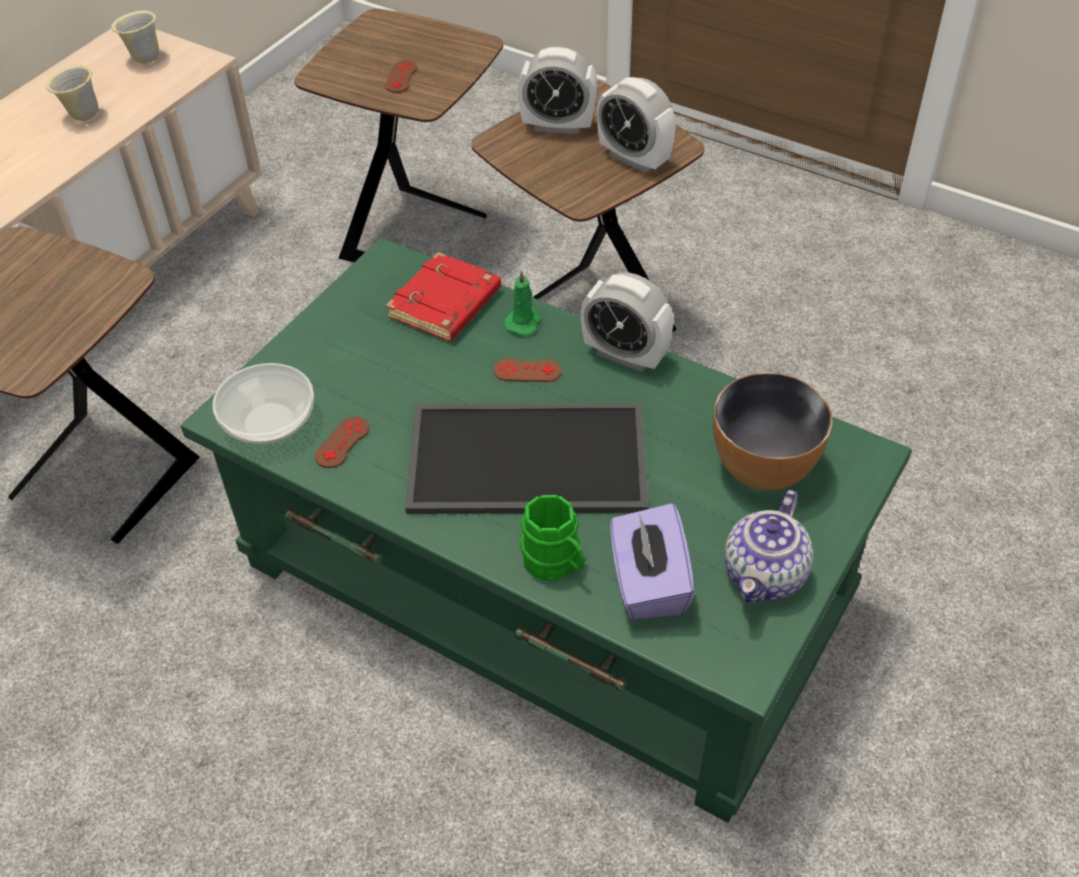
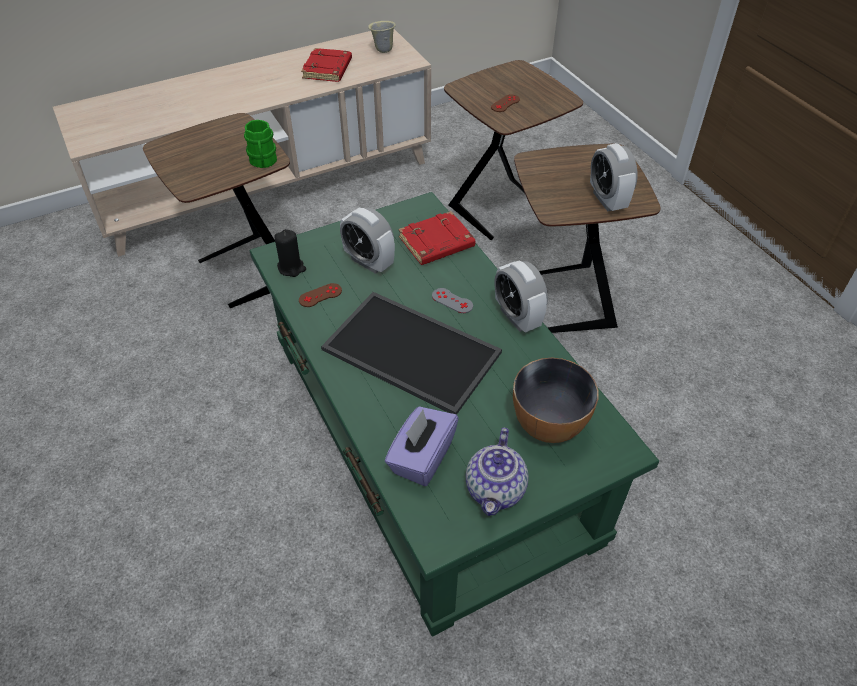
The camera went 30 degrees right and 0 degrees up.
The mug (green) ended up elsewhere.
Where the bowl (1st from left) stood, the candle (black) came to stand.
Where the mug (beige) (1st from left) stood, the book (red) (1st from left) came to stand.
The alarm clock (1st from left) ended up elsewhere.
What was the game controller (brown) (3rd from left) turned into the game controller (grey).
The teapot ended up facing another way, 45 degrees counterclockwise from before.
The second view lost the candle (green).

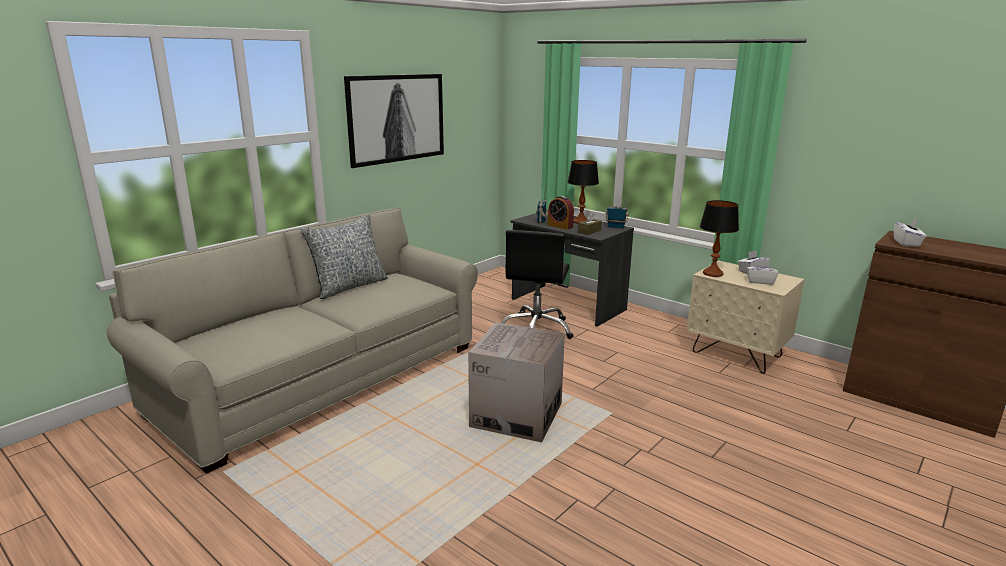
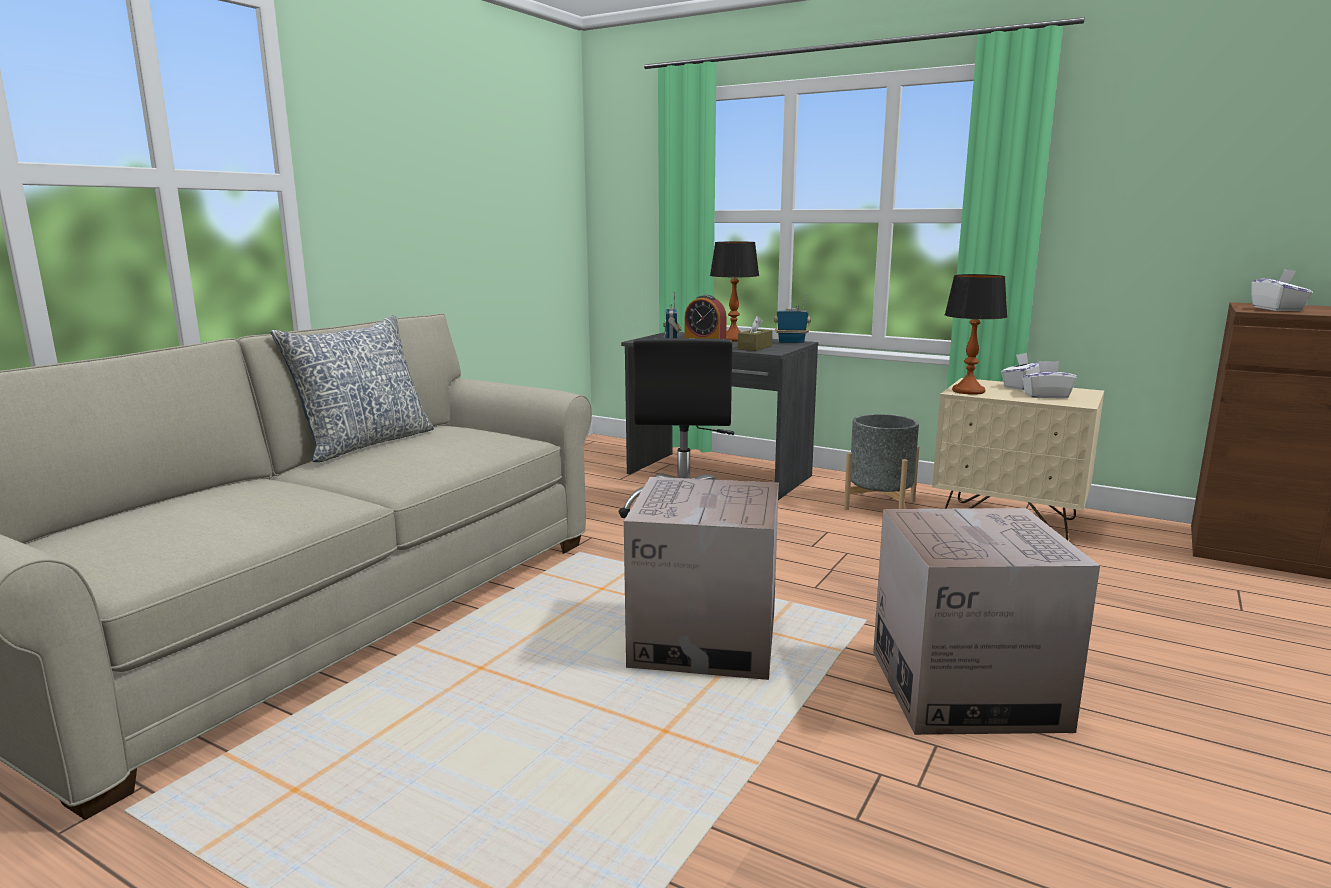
The camera went 10 degrees left and 5 degrees down.
The second view gained the planter (grey).
The second view gained the cardboard box (2nd from left).
The second view lost the picture.

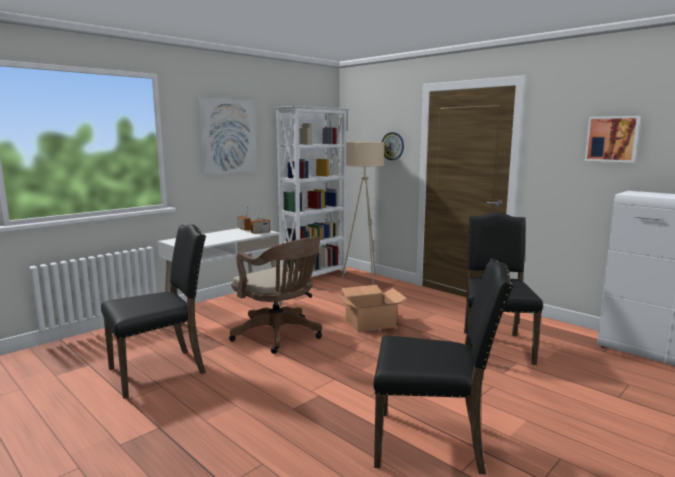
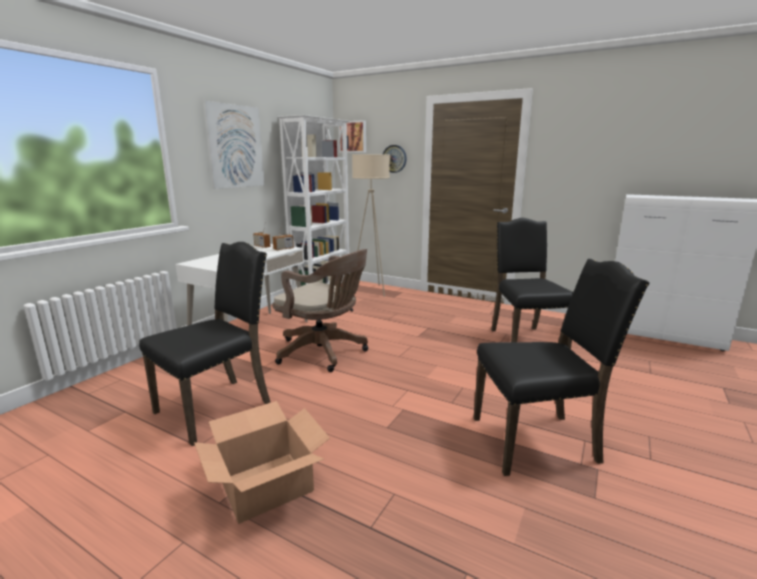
The camera went 15 degrees left and 5 degrees up.
The cardboard box ended up elsewhere.
The picture (2nd from left) ended up elsewhere.

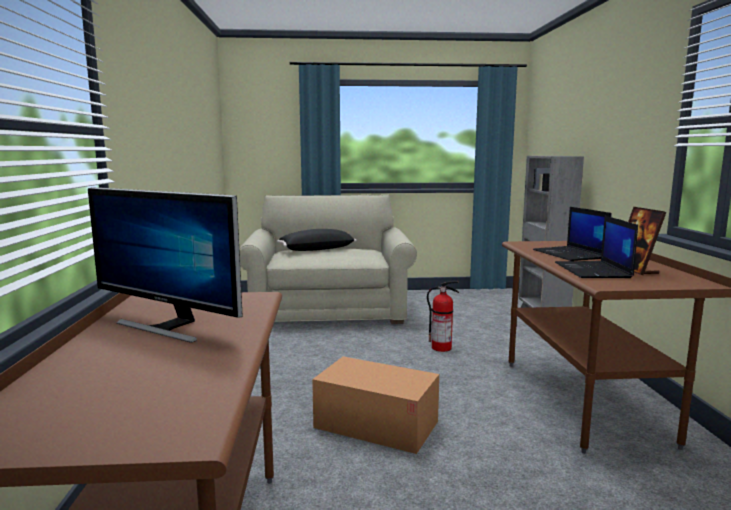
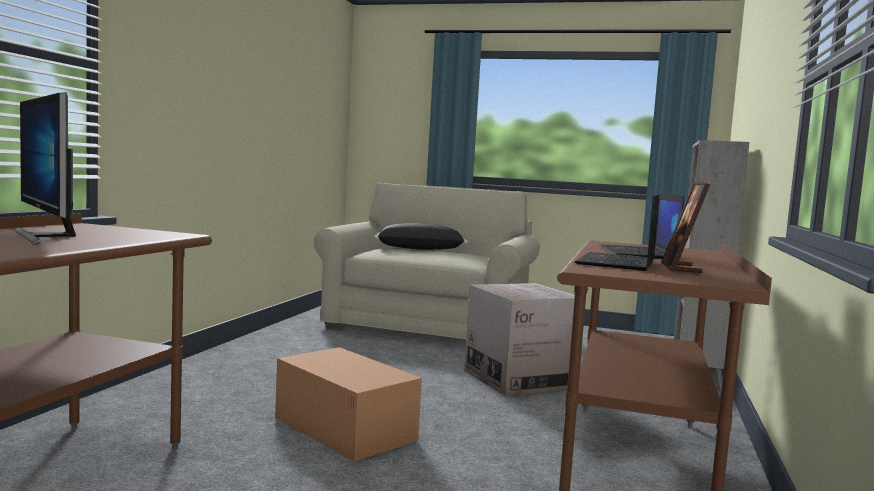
The camera went 20 degrees right and 5 degrees down.
Where the fire extinguisher stood, the cardboard box (2nd from left) came to stand.

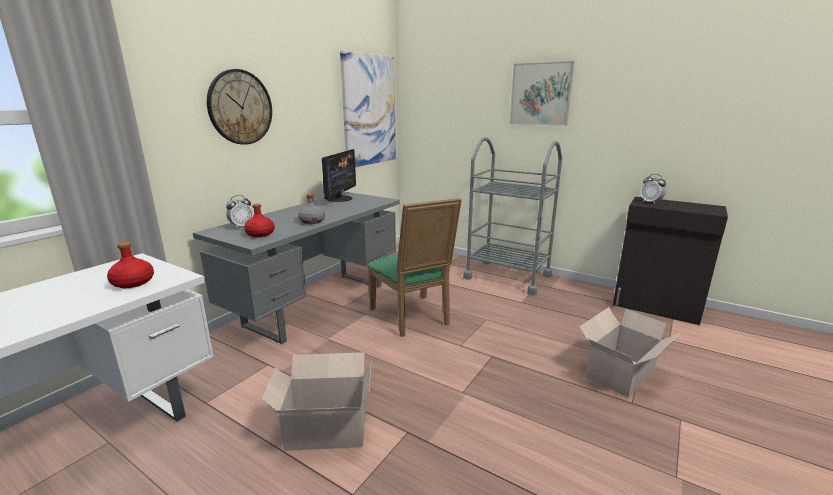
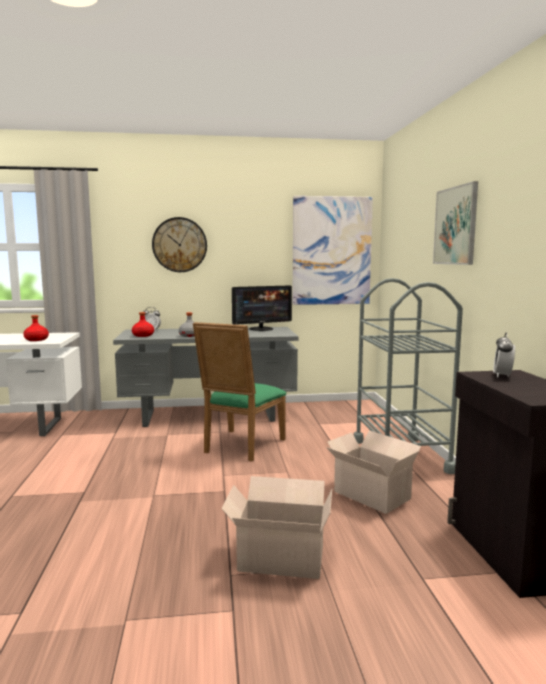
The camera went 50 degrees right and 10 degrees down.
The cardboard box (1st from left in the first image) ended up elsewhere.

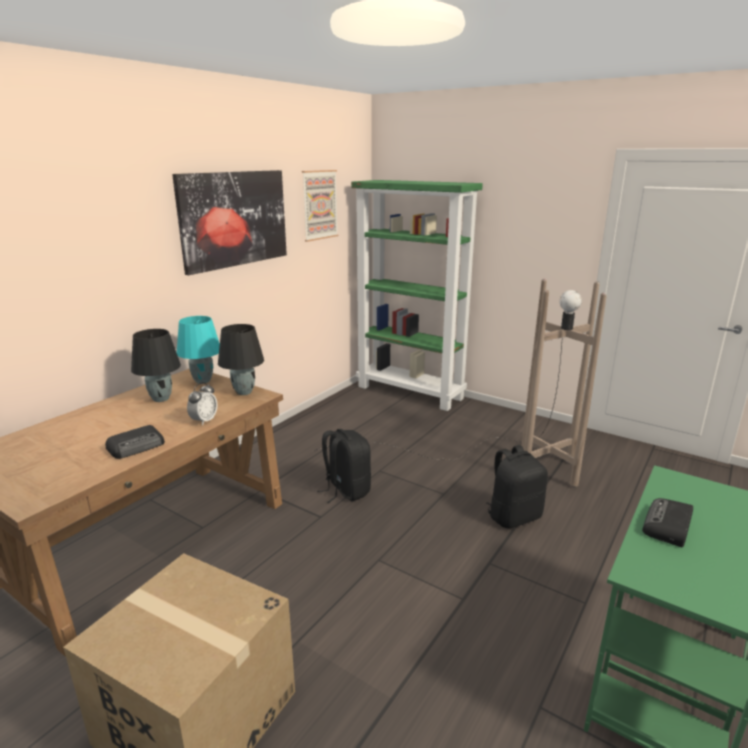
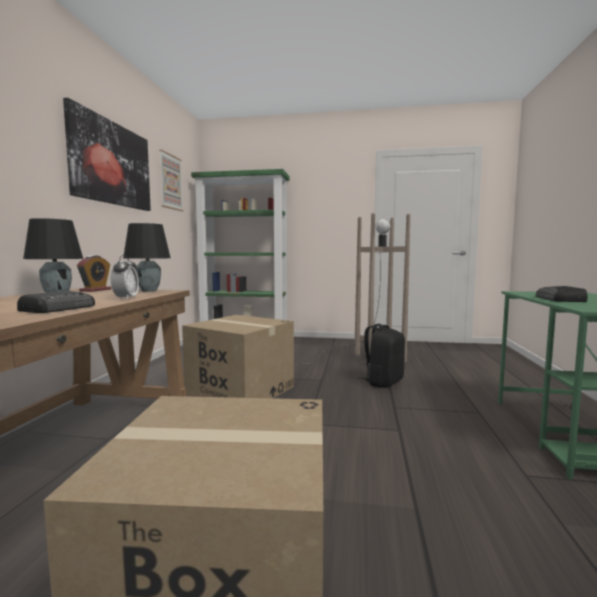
The camera went 25 degrees left and 15 degrees down.
Where the table lamp (turquoise) stood, the alarm clock (1st from left) came to stand.
Where the backpack (black) (1st from left) stood, the cardboard box (2nd from left) came to stand.

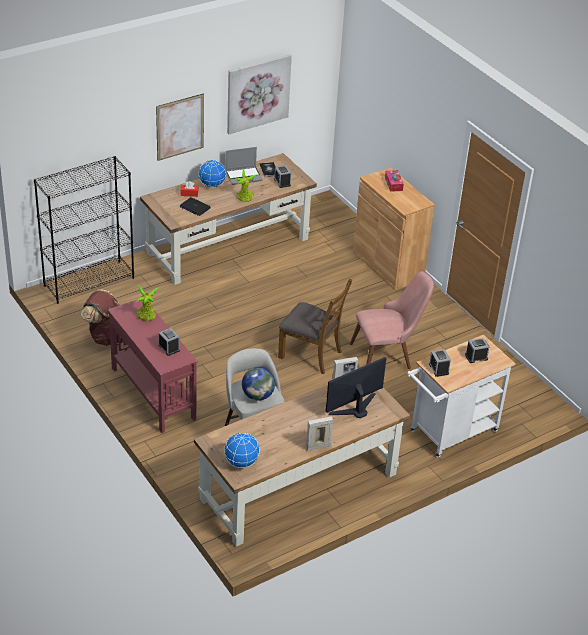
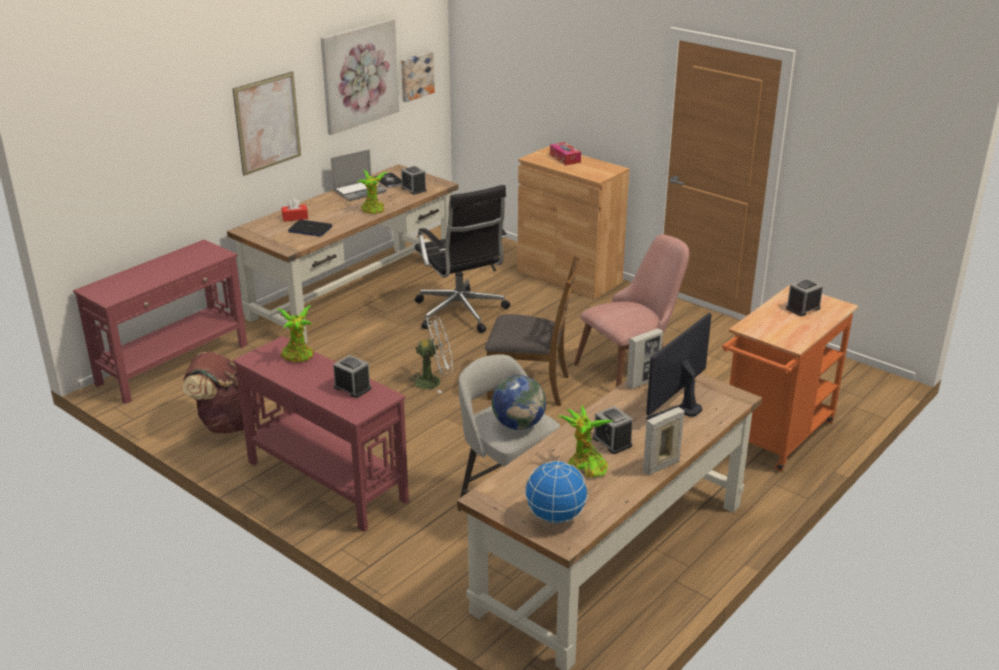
The camera went 15 degrees left and 10 degrees down.
Where the bookcase (black) stood, the console table (red) (1st from left) came to stand.
The second view gained the picture (3rd from left).
The second view gained the fan (white).
The second view gained the office chair (black).
The second view gained the potted plant (3rd from left).
The alarm clock (3rd from left) ended up elsewhere.
What was the cart (white) turned into the cart (orange).
The second view lost the globe (1st from left).

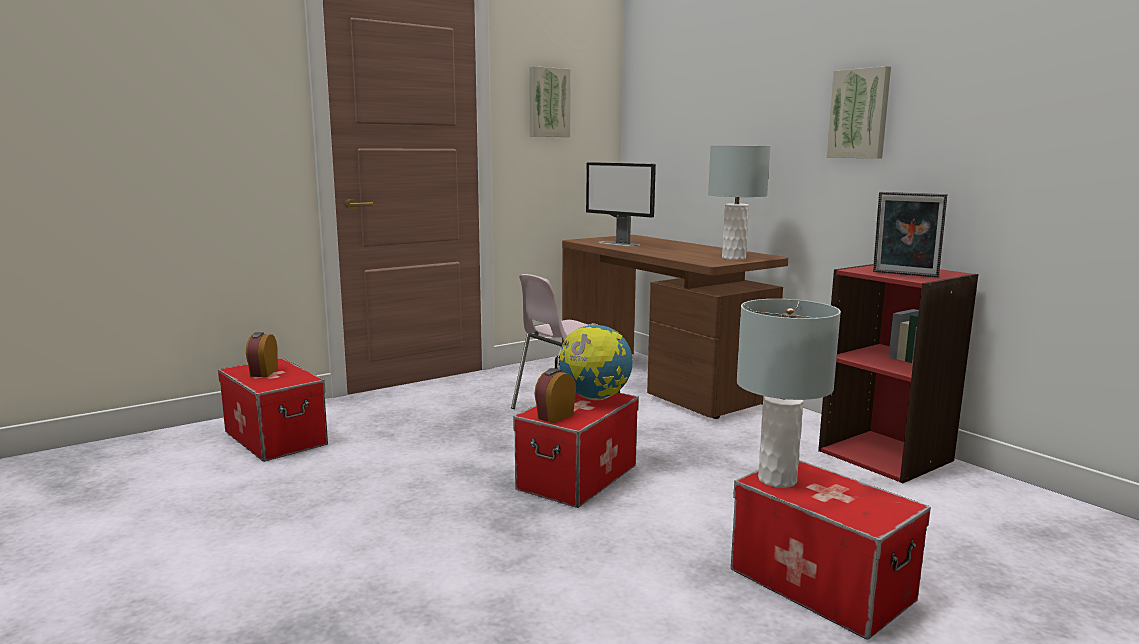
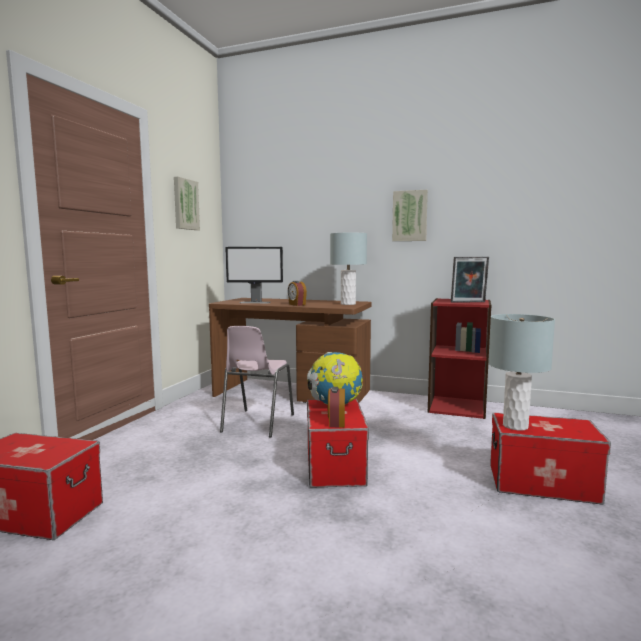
The camera went 35 degrees left and 5 degrees down.
The alarm clock (1st from left) ended up elsewhere.

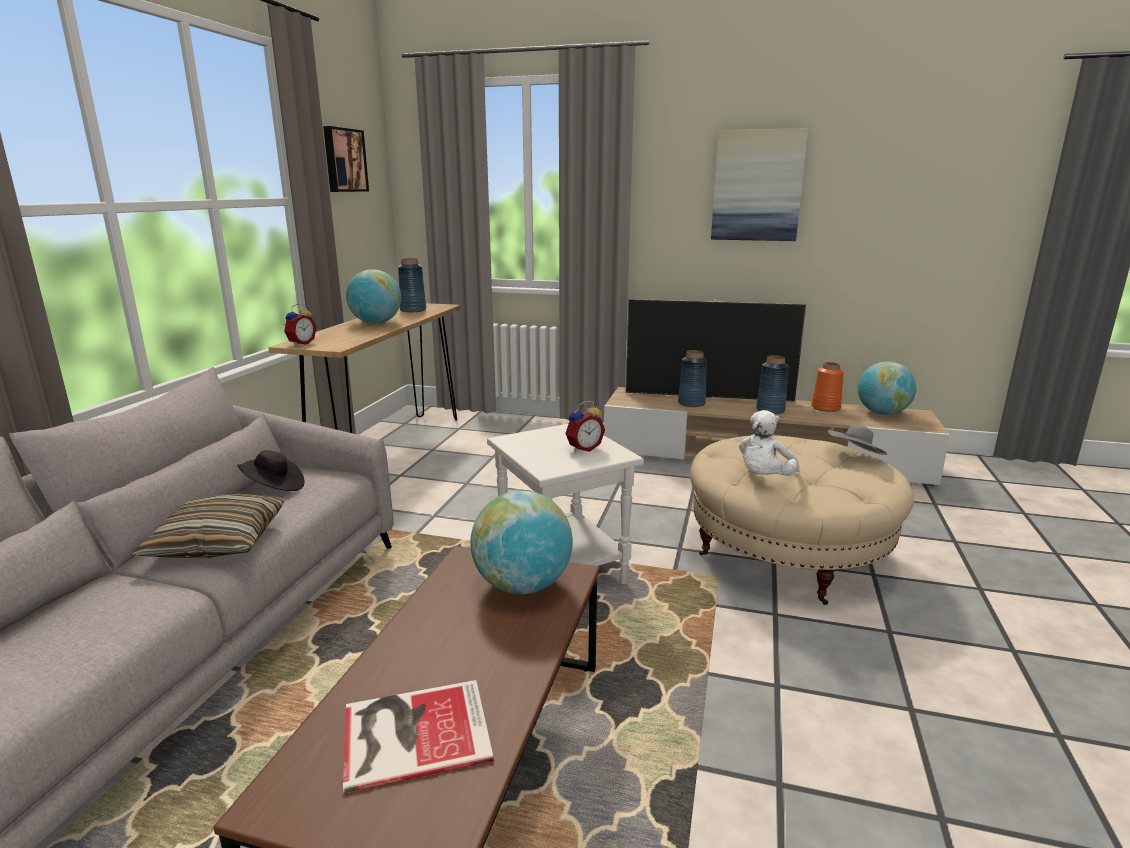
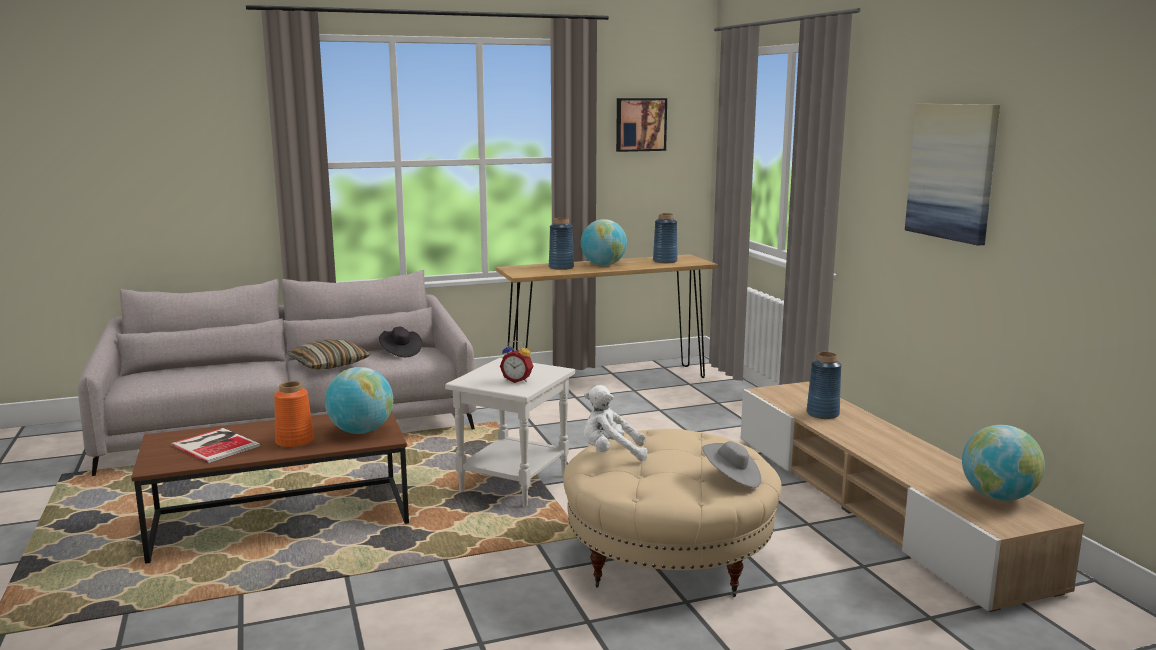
The camera went 55 degrees right and 5 degrees down.
The vase (orange) ended up elsewhere.
The vase (blue) (3rd from left in the first image) ended up elsewhere.
The second view lost the alarm clock (1st from left).
The second view lost the television.

